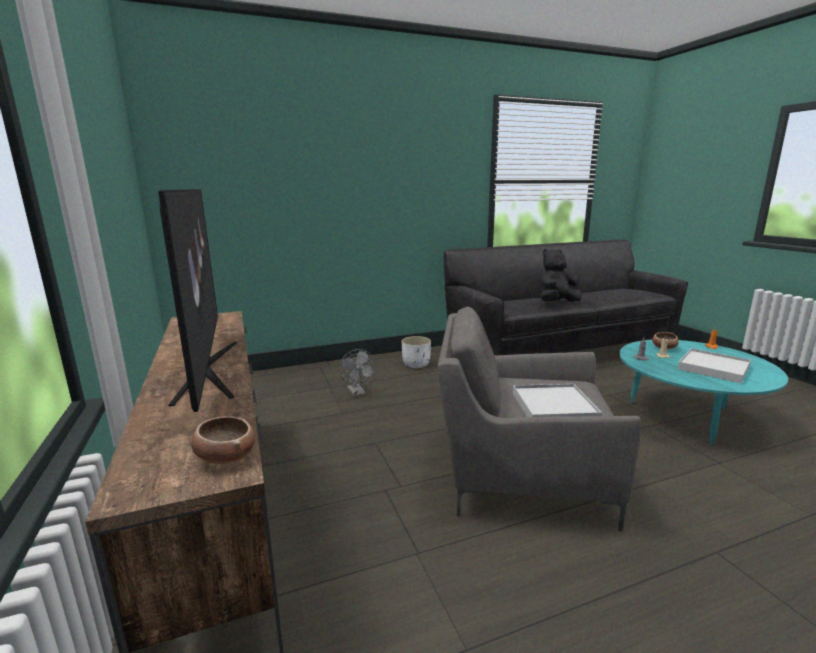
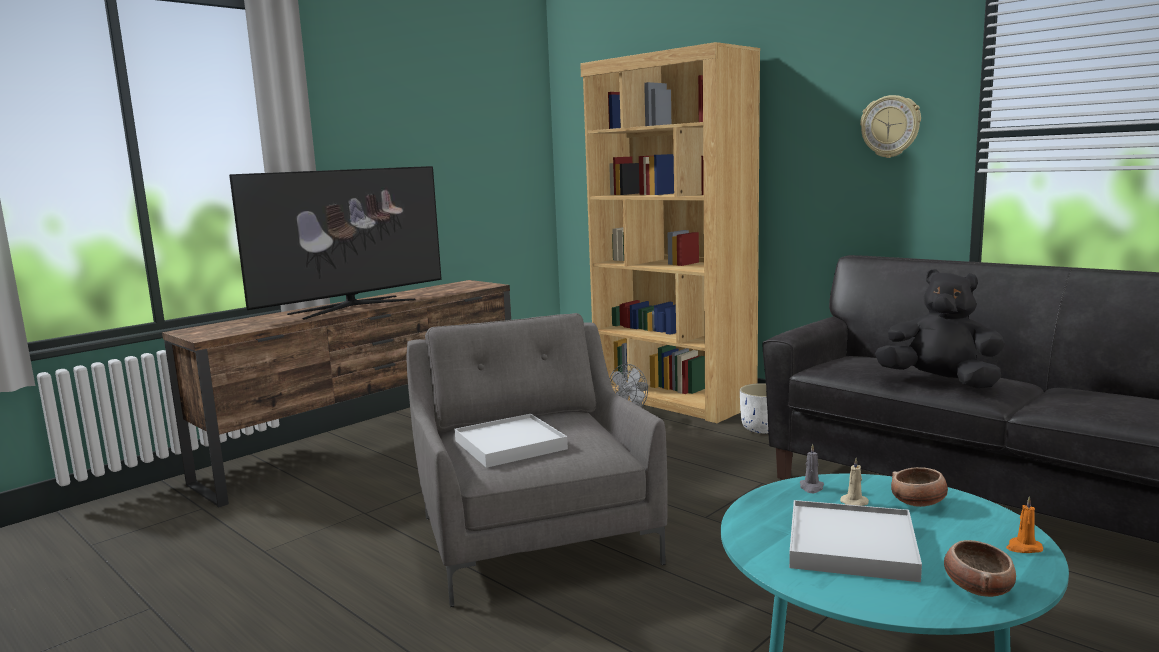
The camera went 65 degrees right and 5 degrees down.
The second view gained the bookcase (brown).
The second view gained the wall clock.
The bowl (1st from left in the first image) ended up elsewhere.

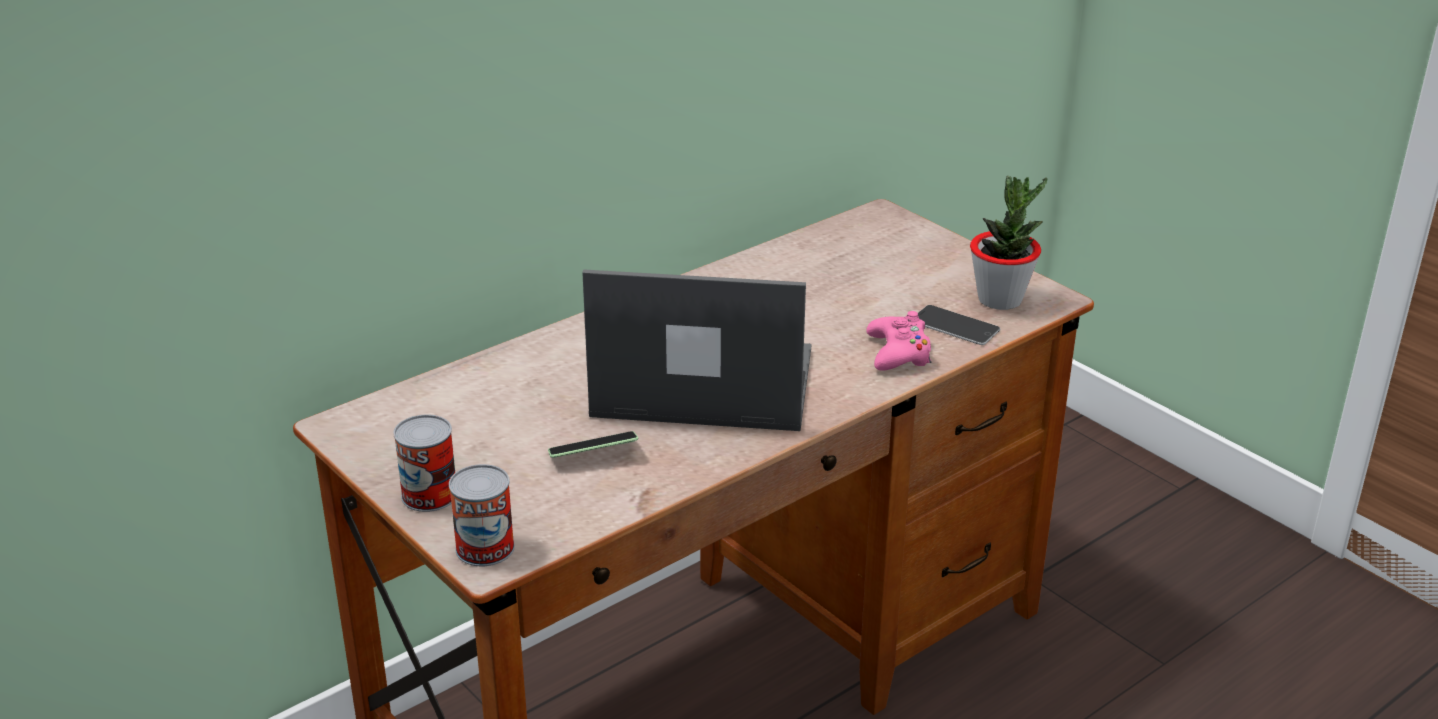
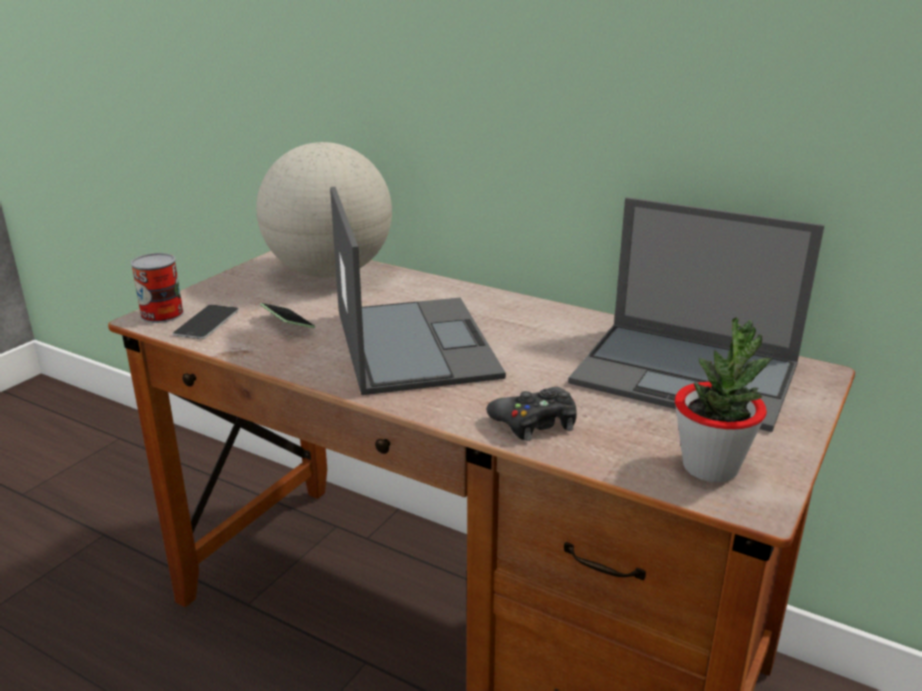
The camera went 70 degrees right and 5 degrees down.
The phone (2nd from left in the first image) ended up elsewhere.
The second view gained the globe.
What was the game controller (pink) turned into the game controller (black).
The second view gained the laptop (2nd from left).
The second view lost the can (1st from left).

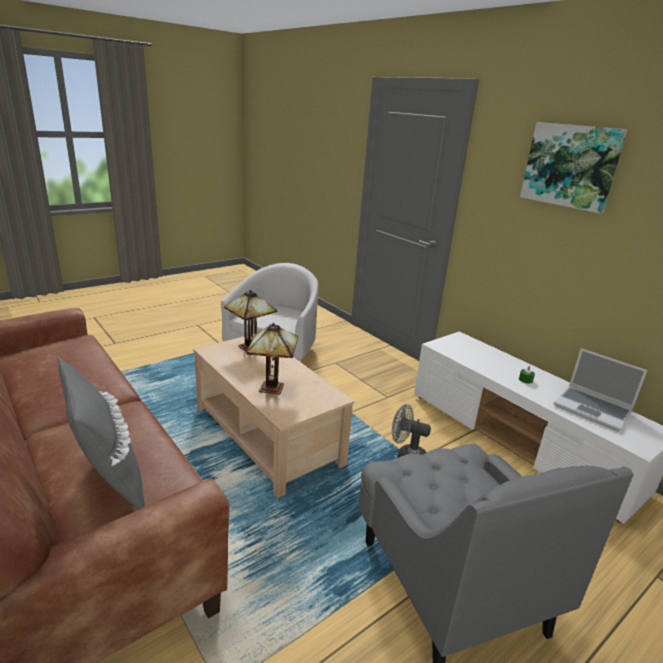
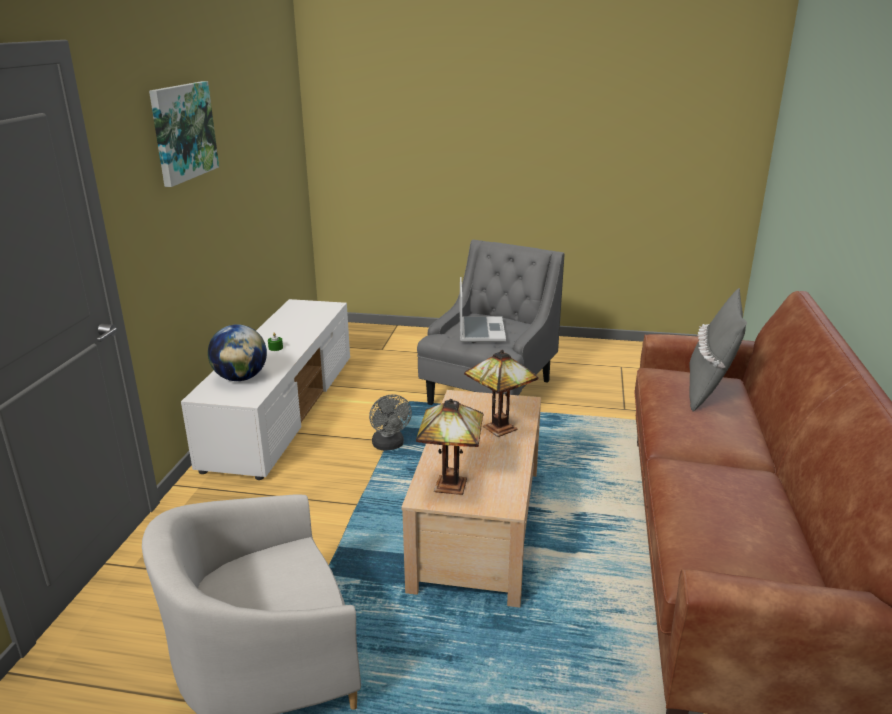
The camera went 130 degrees left and 0 degrees up.
The second view gained the globe.
The laptop ended up elsewhere.

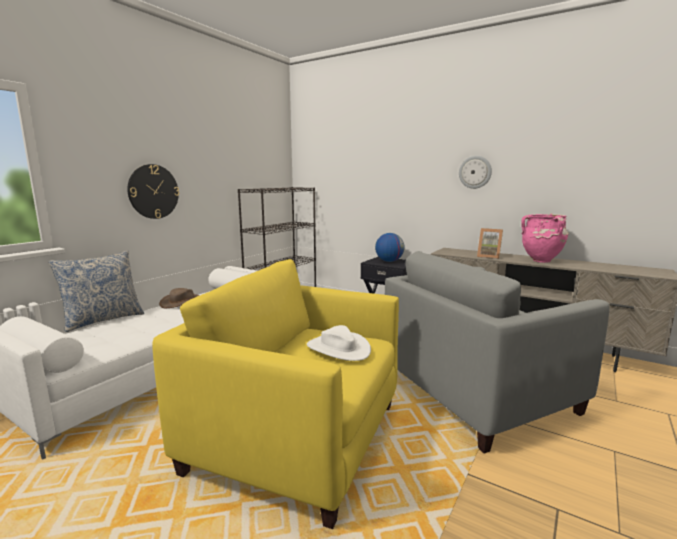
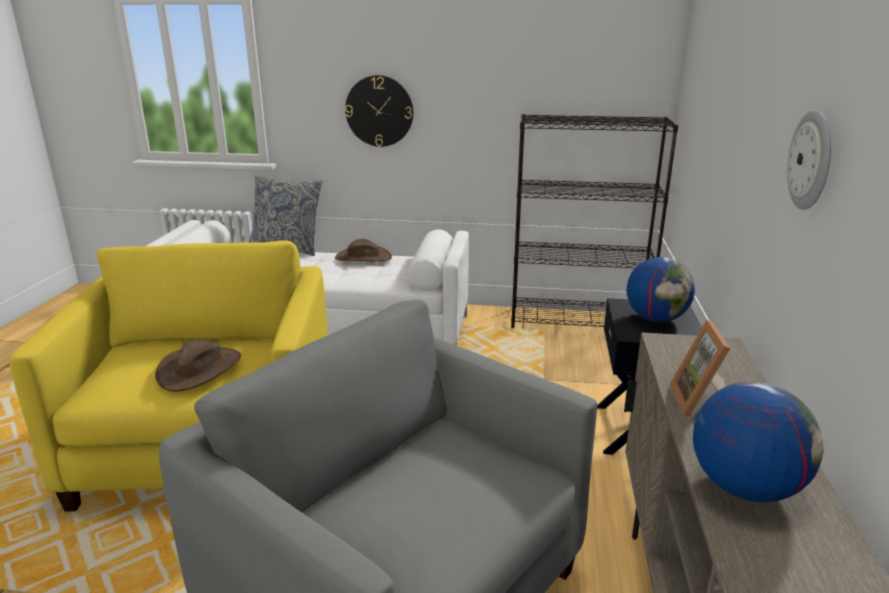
The camera went 65 degrees right and 10 degrees up.
What was the hat (white) turned into the hat (brown) (1st from left).
Where the vase (pink) stood, the globe (2nd from left) came to stand.

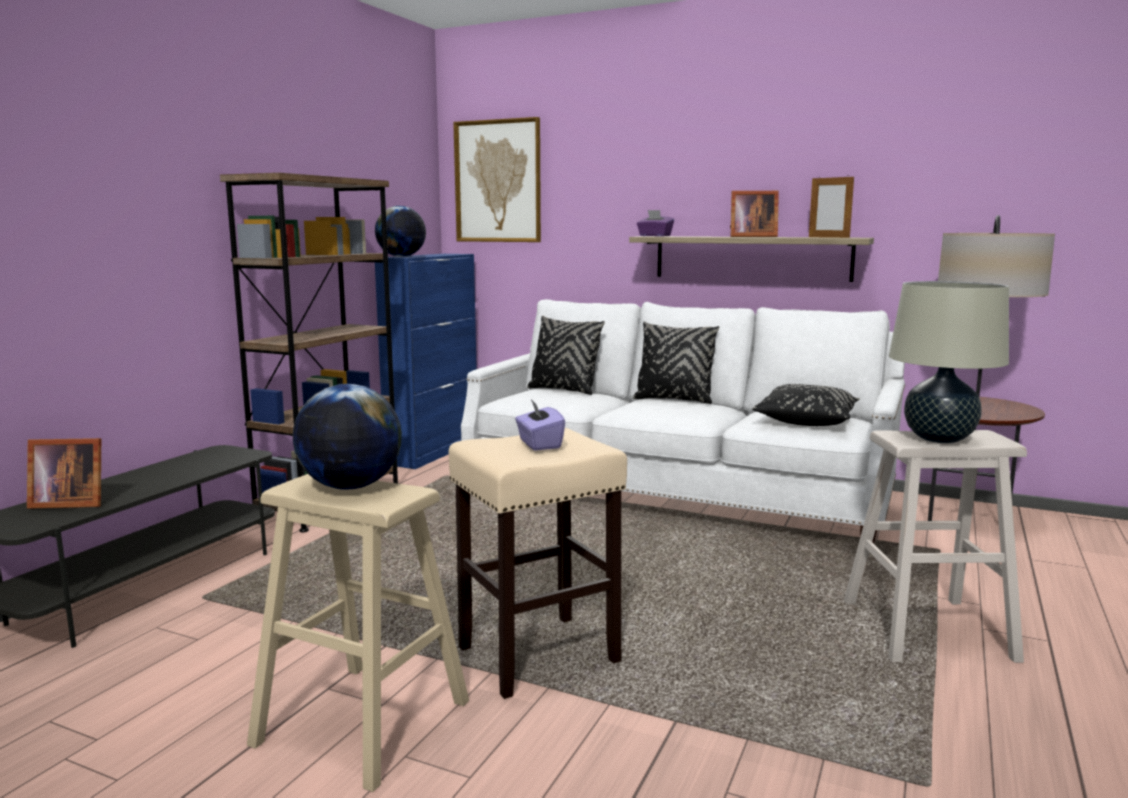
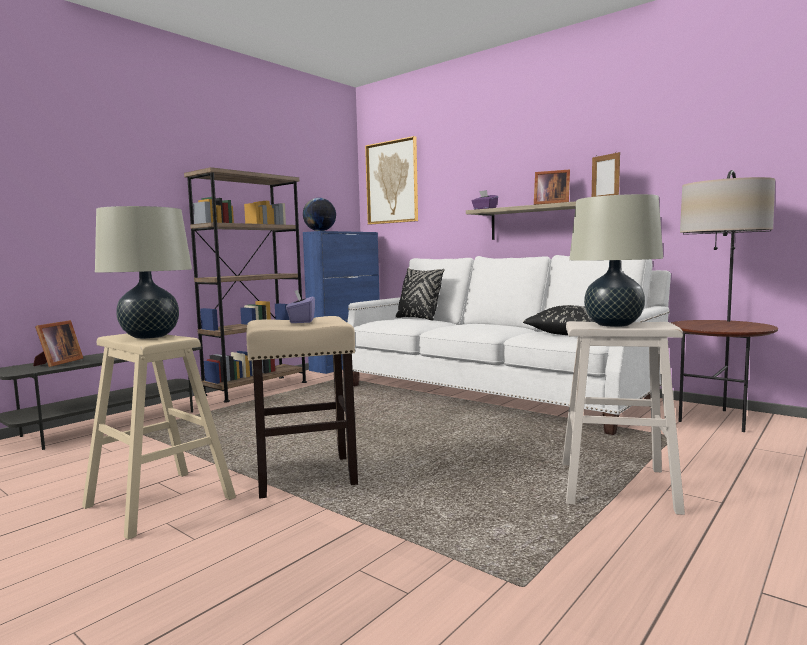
The camera went 15 degrees right and 5 degrees down.
The picture frame (1st from left) ended up facing another way, 90 degrees counterclockwise from before.
Where the globe (1st from left) stood, the table lamp (beige) (1st from left) came to stand.
The second view lost the pillow (black) (2nd from left).

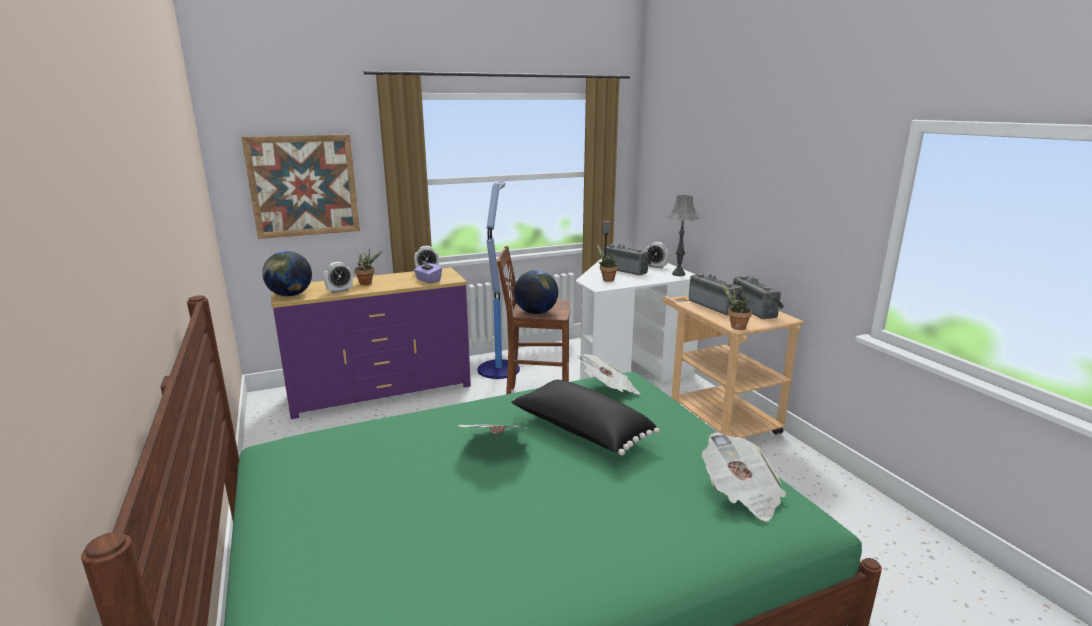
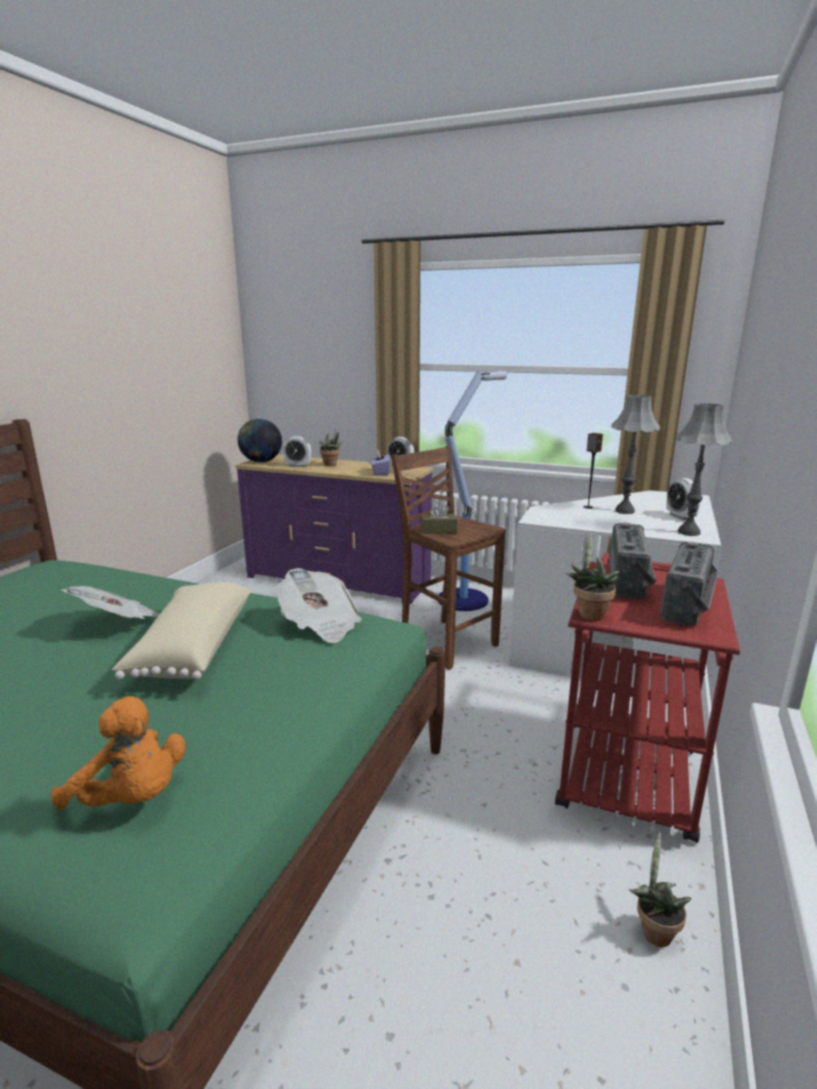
The camera went 45 degrees right and 0 degrees up.
Where the newspaper (3rd from left) stood, the plush toy (orange) came to stand.
What was the pillow (black) turned into the pillow (beige).
Where the globe (2nd from left) stood, the tissue box (brown) came to stand.
What was the cart (beige) turned into the cart (red).
Where the radio (1st from left) stood, the table lamp (grey) (1st from left) came to stand.
The potted plant (2nd from left in the first image) ended up elsewhere.
The second view lost the picture.

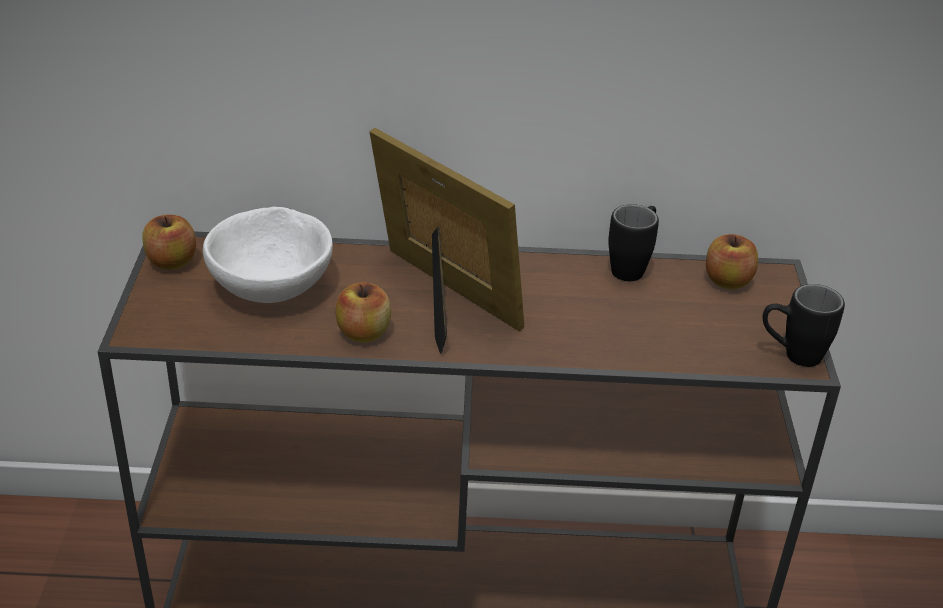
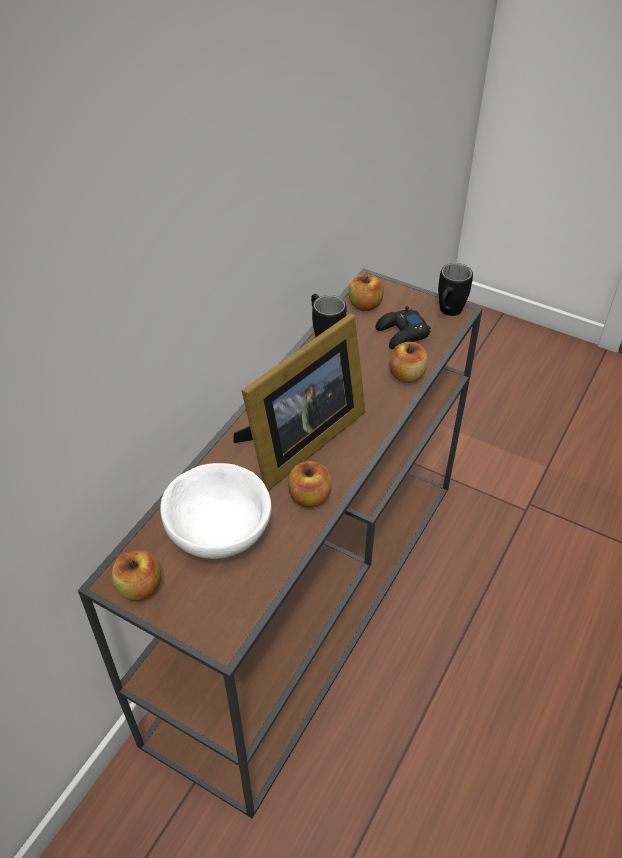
The camera went 60 degrees left and 10 degrees up.
The picture frame ended up facing another way, 150 degrees clockwise from before.
The second view gained the game controller (black).
The second view gained the apple (4th from left).

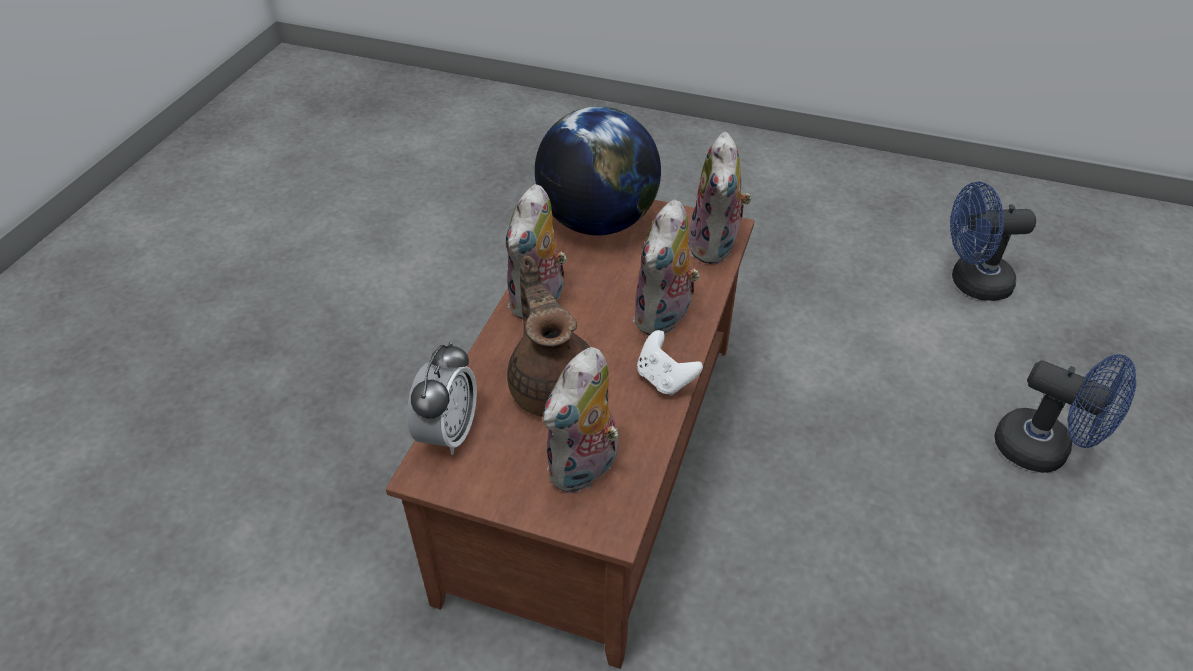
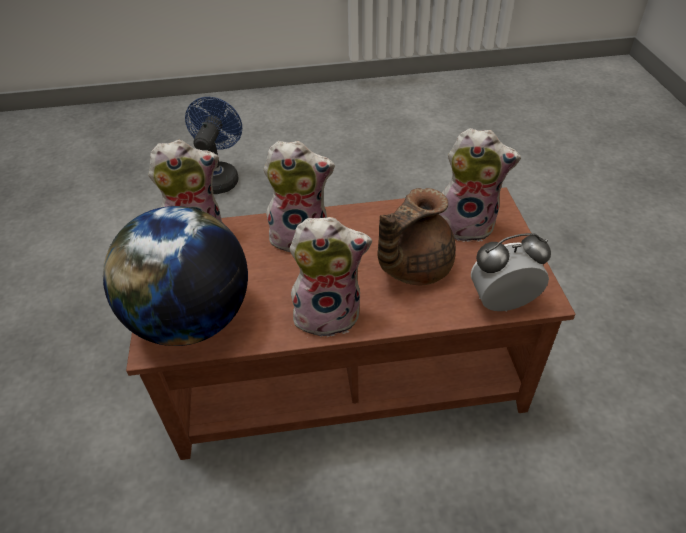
The camera went 115 degrees left and 0 degrees up.
The second view lost the game controller (white).
The second view lost the fan (blue) (1st from left).

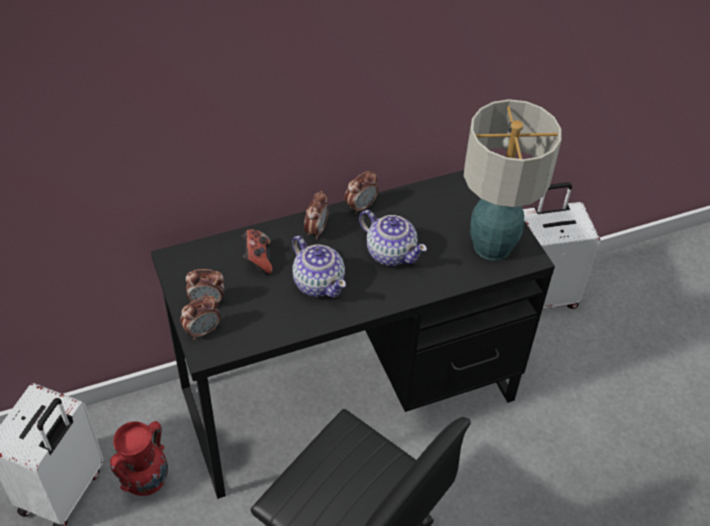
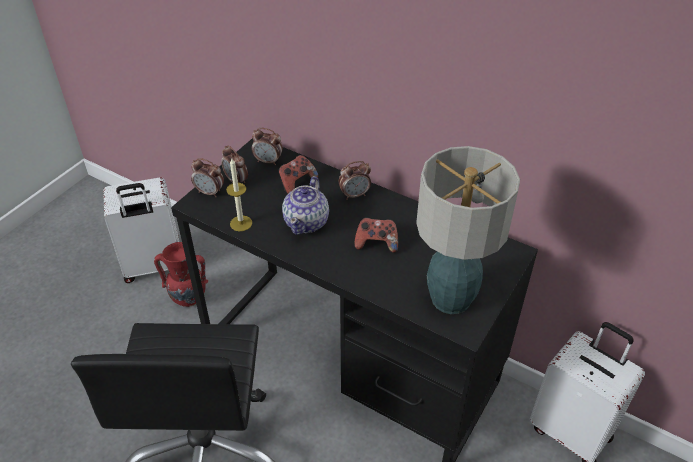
The camera went 55 degrees right and 5 degrees down.
The second view gained the candle.
The alarm clock (4th from left in the first image) ended up elsewhere.
Where the teapot (2nd from left) stood, the game controller (2nd from left) came to stand.

